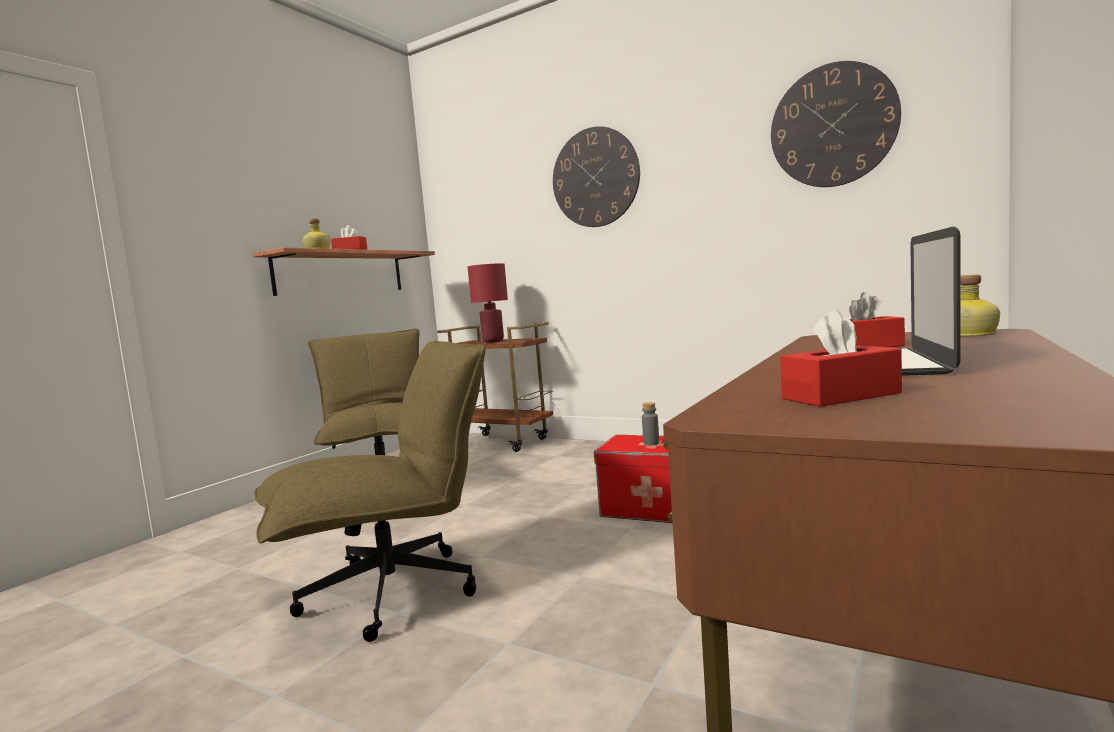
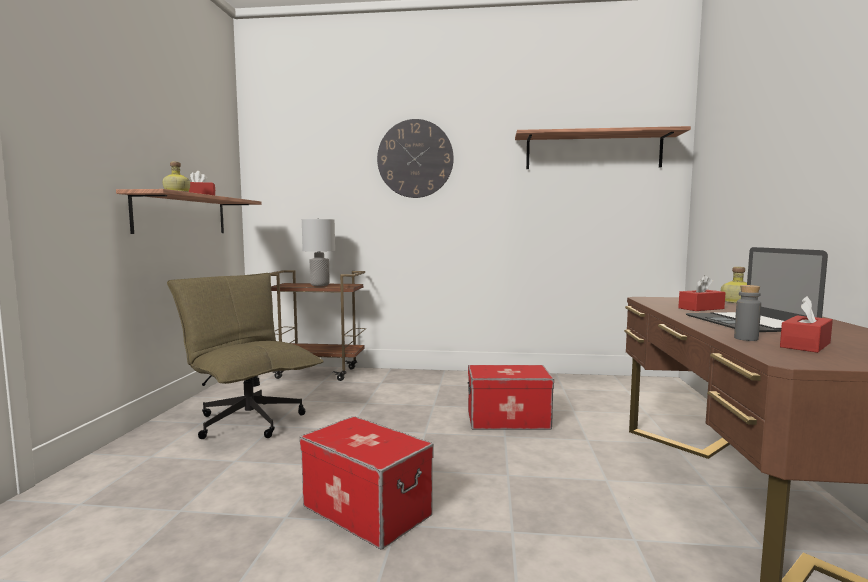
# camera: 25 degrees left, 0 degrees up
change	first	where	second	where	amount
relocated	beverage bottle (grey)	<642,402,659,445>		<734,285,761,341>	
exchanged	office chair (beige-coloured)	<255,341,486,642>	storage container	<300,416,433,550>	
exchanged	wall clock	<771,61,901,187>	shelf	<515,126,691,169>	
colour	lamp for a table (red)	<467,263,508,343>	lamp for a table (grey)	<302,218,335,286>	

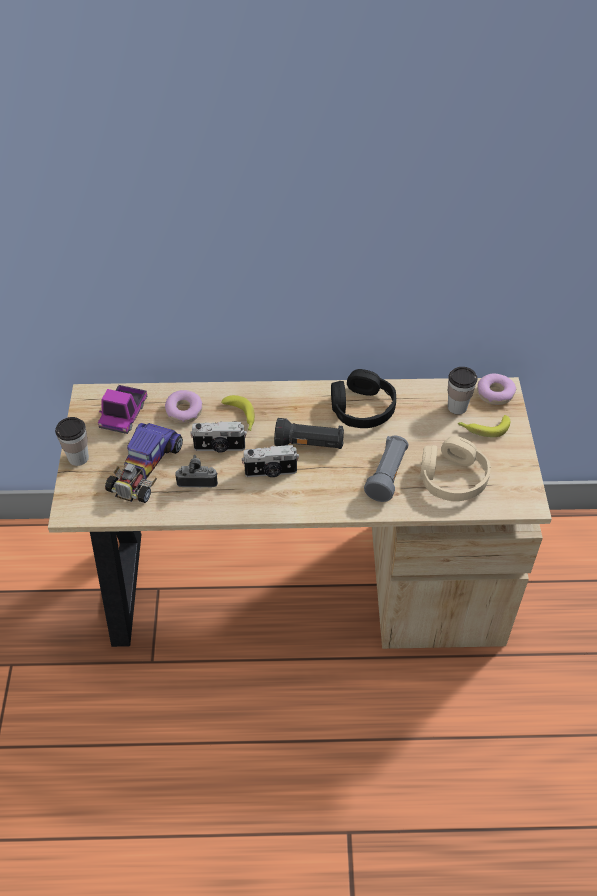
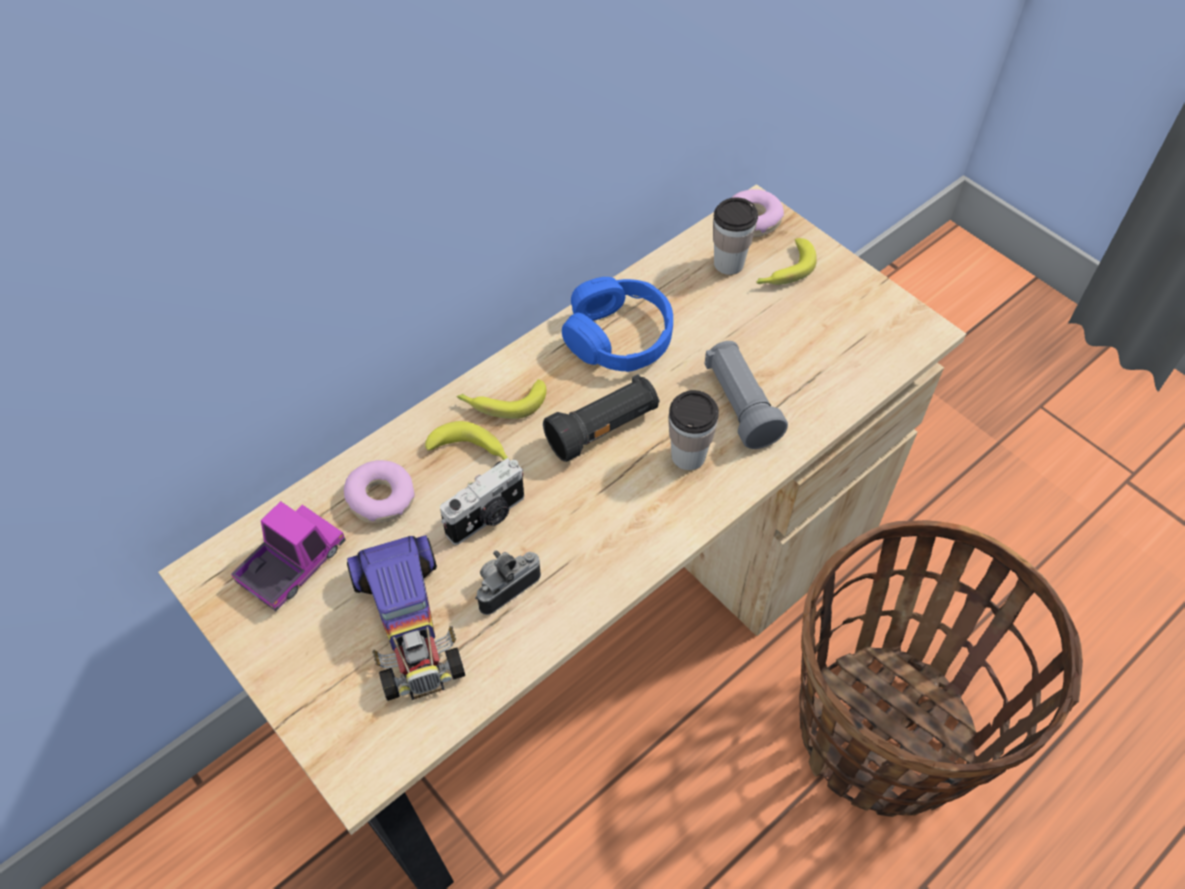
# camera: 40 degrees left, 5 degrees up
change	first	where	second	where	amount
missing	still camera	<242,445,299,477>			
missing	headphones (beige-coloured)	<420,436,491,501>			
appeared			whole banana	<456,379,546,419>	
appeared			basket	<799,520,1083,817>	
relocated	drinking cup	<55,417,89,466>		<668,390,719,470>	
colour	headphones (black)	<331,369,396,428>	headphones (blue)	<562,277,673,372>	
spun	toy lorry	<98,385,147,434>		<231,501,346,611>	120 degrees counterclockwise

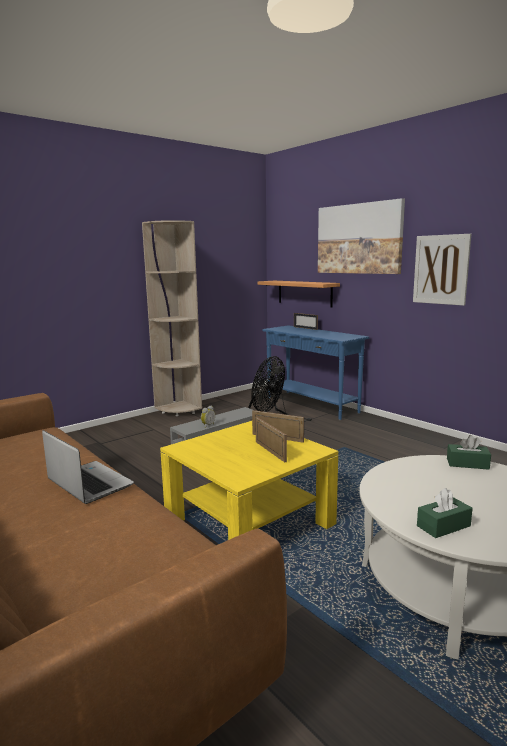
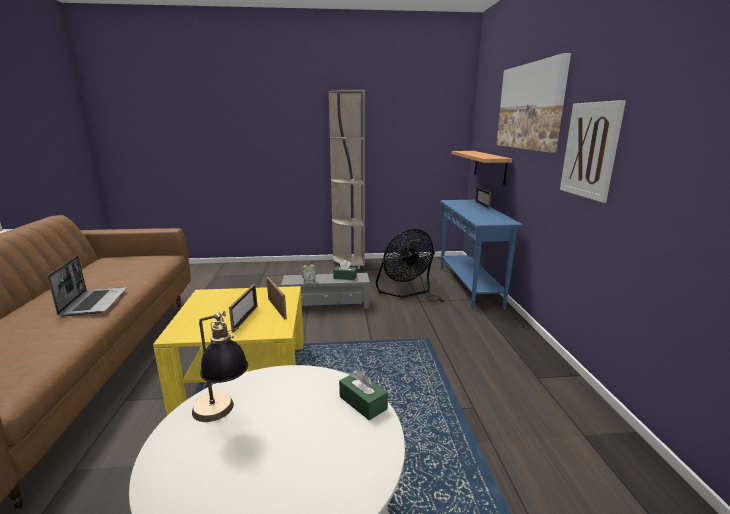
# camera: 35 degrees right, 5 degrees up
change	first	where	second	where	amount
appeared			lamp for a table	<192,311,248,422>	
relocated	tissue box (greenish)	<417,488,473,538>		<333,260,357,280>	

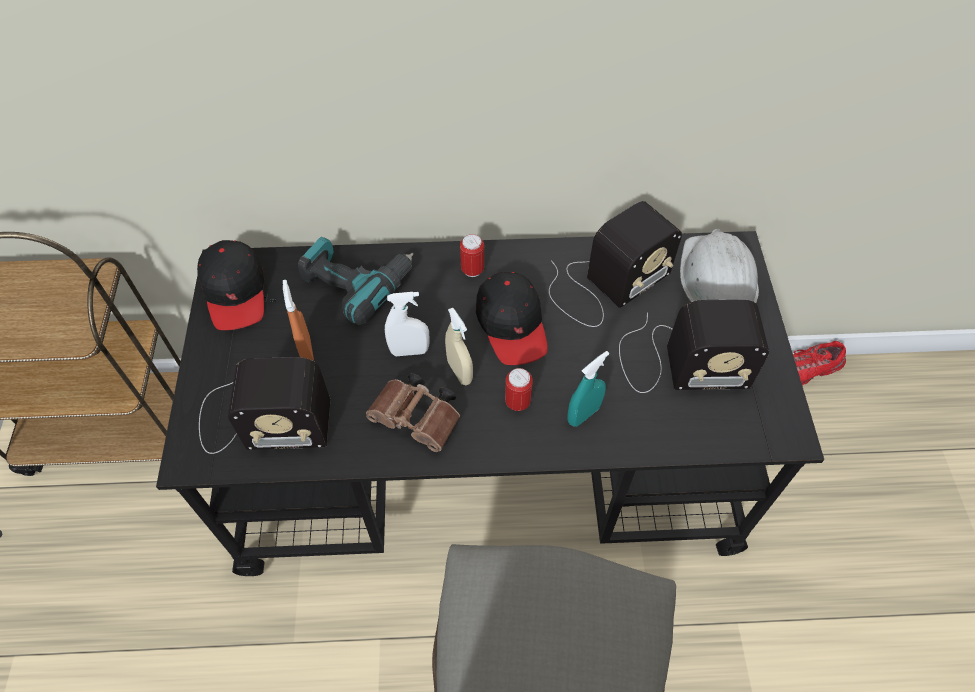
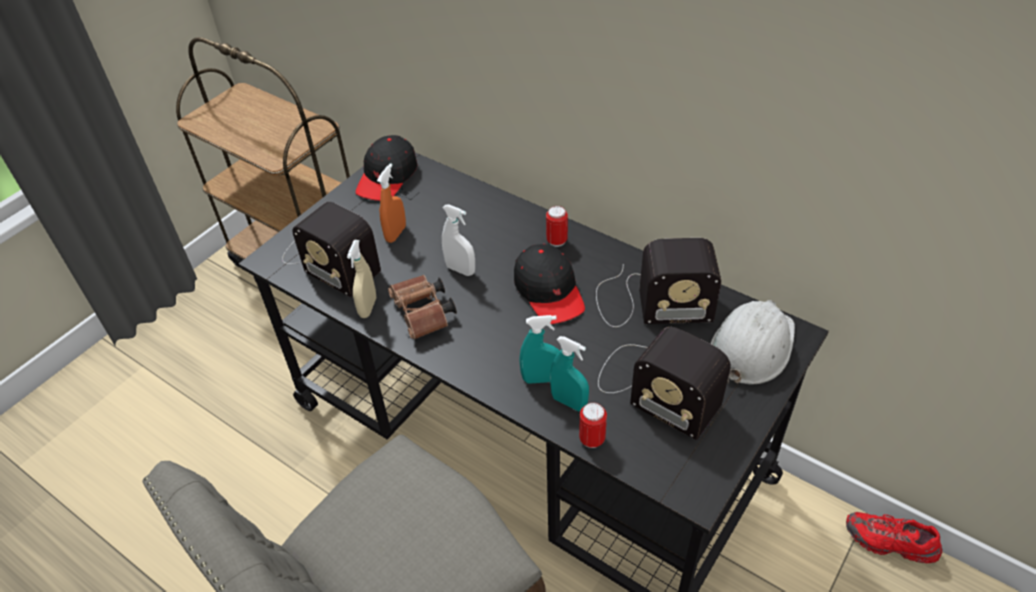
# camera: 40 degrees right, 10 degrees down
change	first	where	second	where	amount
missing	power drill	<298,237,414,325>			
appeared			hand sprayer (turquoise)	<550,336,589,411>	
relocated	hand sprayer (beige-coloured)	<445,308,473,385>		<347,240,376,318>	
relocated	metal can	<505,368,533,411>		<579,402,607,448>	
spun	baseball cap (black)	<476,272,548,365>		<514,244,585,324>	45 degrees counterclockwise

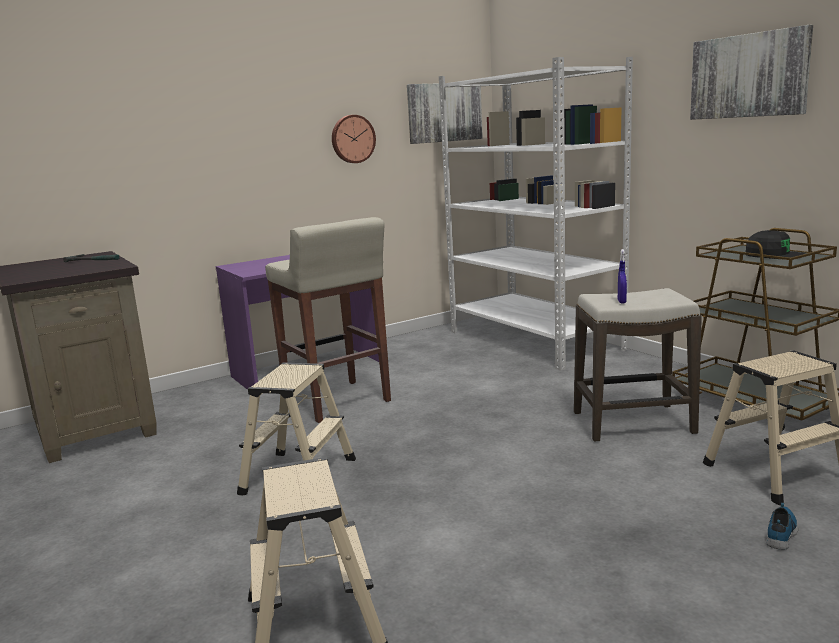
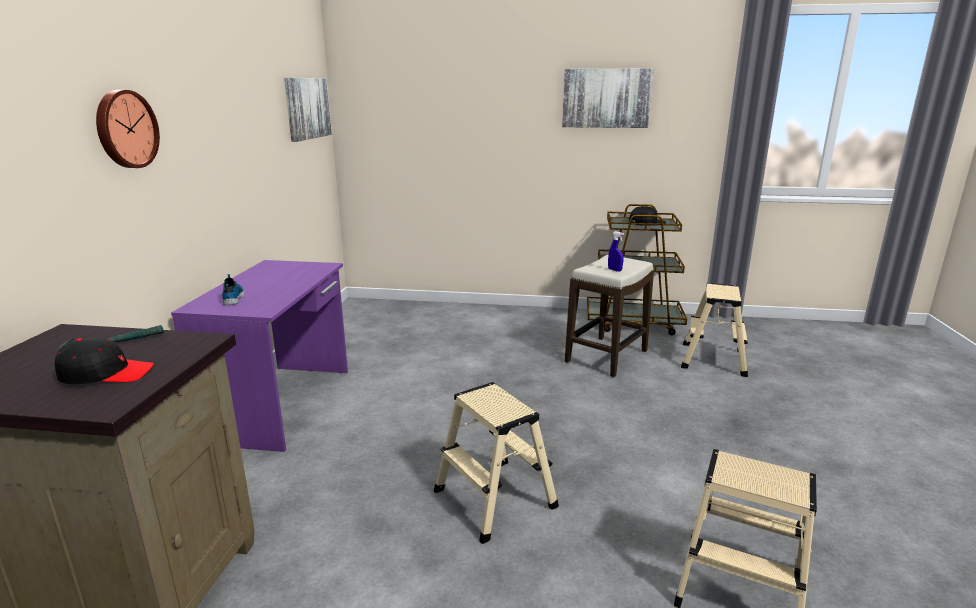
# camera: 50 degrees left, 5 degrees up
change	first	where	second	where	amount
missing	stool seat (beige-coloured)	<265,217,391,423>			
missing	shelving unit (whitish)	<439,57,633,371>			
appeared			baseball cap (black)	<55,338,154,384>	
relocated	wall clock	<332,115,376,163>		<96,90,160,168>	
relocated	shoe	<766,503,798,550>		<222,274,245,305>	

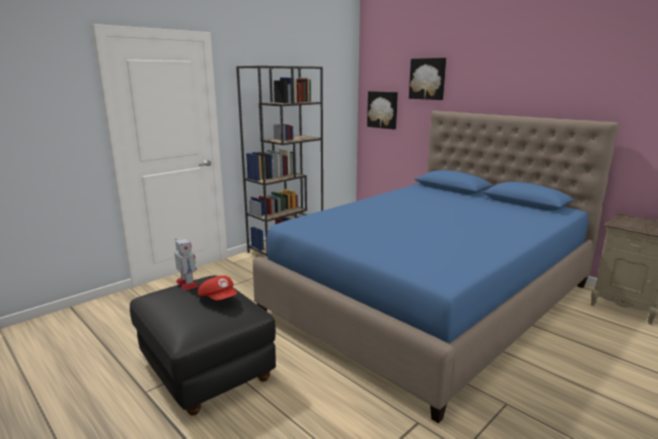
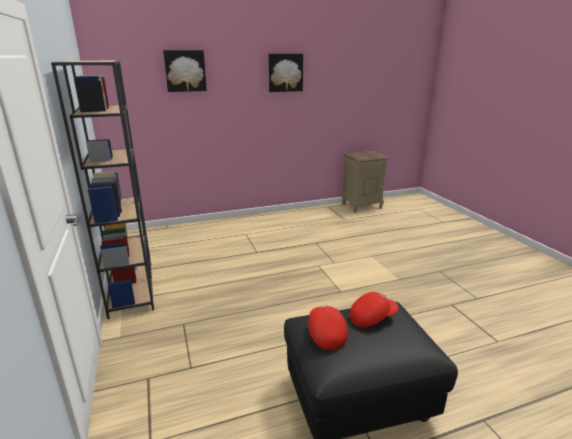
# camera: 65 degrees left, 5 degrees up
change	first	where	second	where	amount
missing	bed (blue)	<253,111,619,423>			
relocated	picture	<367,91,398,129>		<268,54,303,92>	
exchanged	toy robot	<175,239,199,291>	baseball cap (red)	<308,305,348,350>	

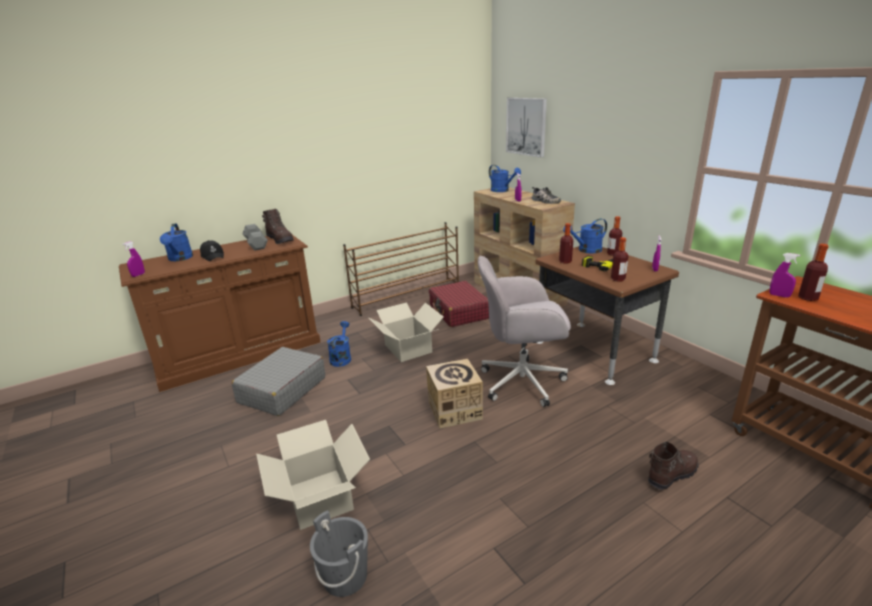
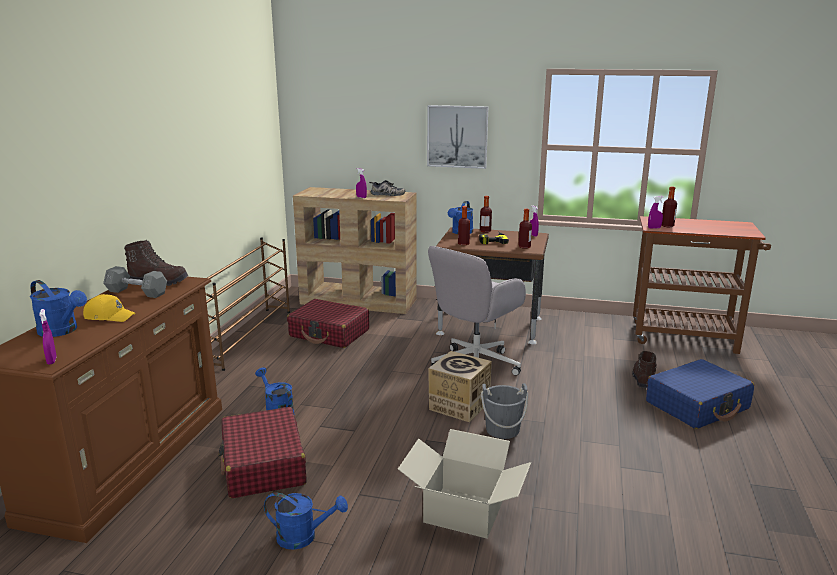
# camera: 45 degrees left, 5 degrees down
change	first	where	second	where	amount
missing	packing box	<369,303,443,362>			
appeared			piece of luggage (blue)	<646,359,754,429>	
relocated	water bucket (grey)	<310,510,368,597>		<481,383,528,439>	
relocated	watering pot (blue)	<489,165,521,192>		<264,492,348,550>	
relocated	picture	<506,98,547,157>		<427,105,488,169>	
colour	baseball cap (black)	<200,240,224,261>	baseball cap (yellow)	<83,294,136,322>	
colour	piece of luggage (grey)	<232,347,325,416>	piece of luggage (red)	<219,407,307,498>	

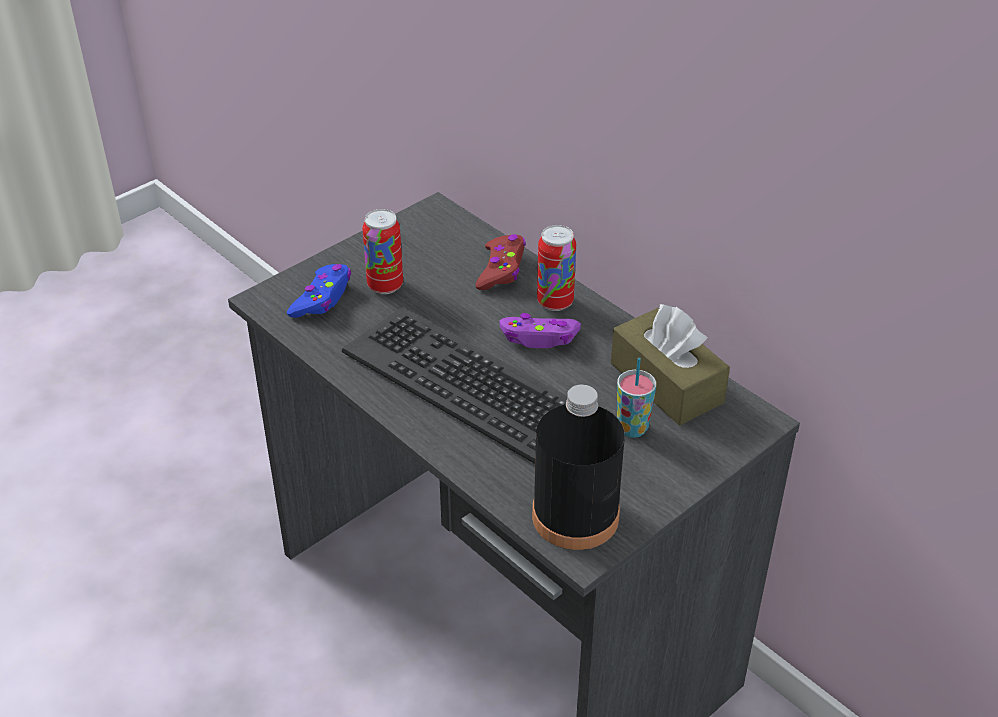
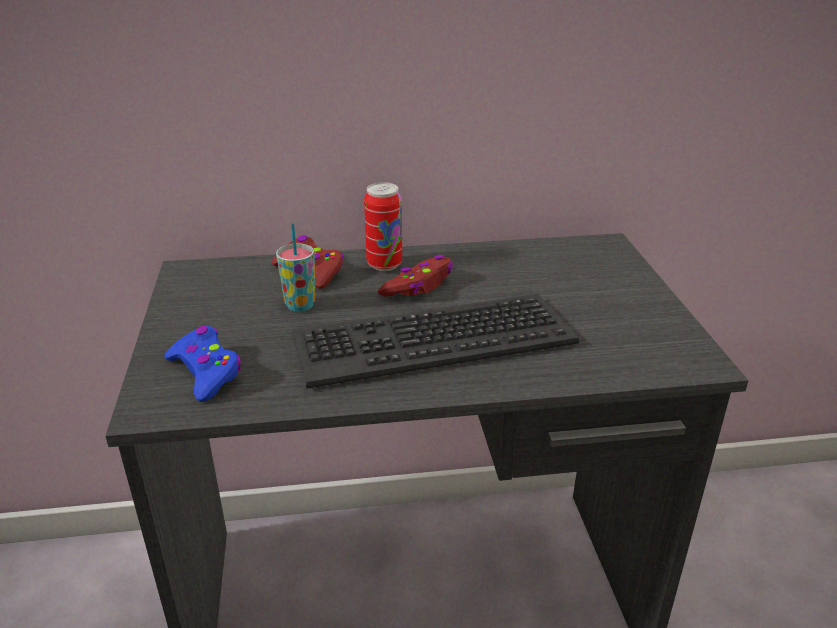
# camera: 55 degrees left, 10 degrees down
change	first	where	second	where	amount
missing	metal can	<362,209,403,294>			
missing	beverage bottle (black)	<532,384,625,550>			
missing	tissue box (brown-coloured)	<611,304,730,425>			
relocated	drinking cup	<617,358,656,438>		<276,223,315,312>	
colour	gamepad (purple-coloured)	<500,313,581,348>	gamepad (red)	<378,255,453,297>	

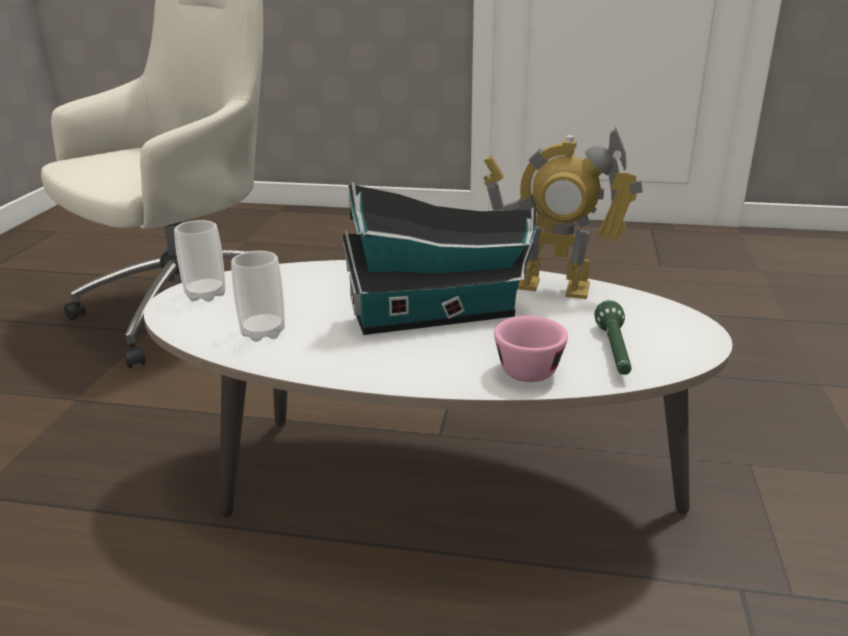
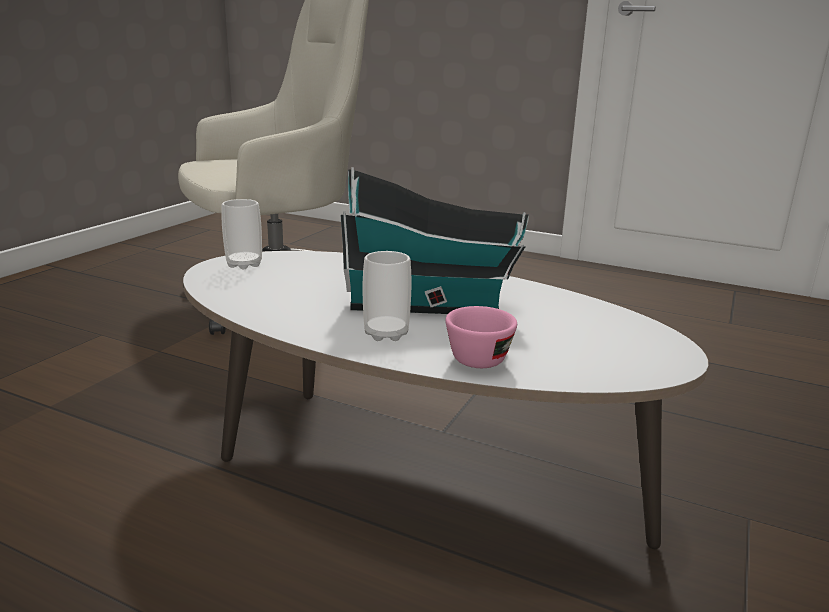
# camera: 15 degrees right, 5 degrees down
change	first	where	second	where	amount
missing	toy robot	<483,126,643,299>			
missing	flashlight (greenish)	<594,300,632,375>			
relocated	drinking cup	<231,251,285,342>		<363,251,412,341>	

